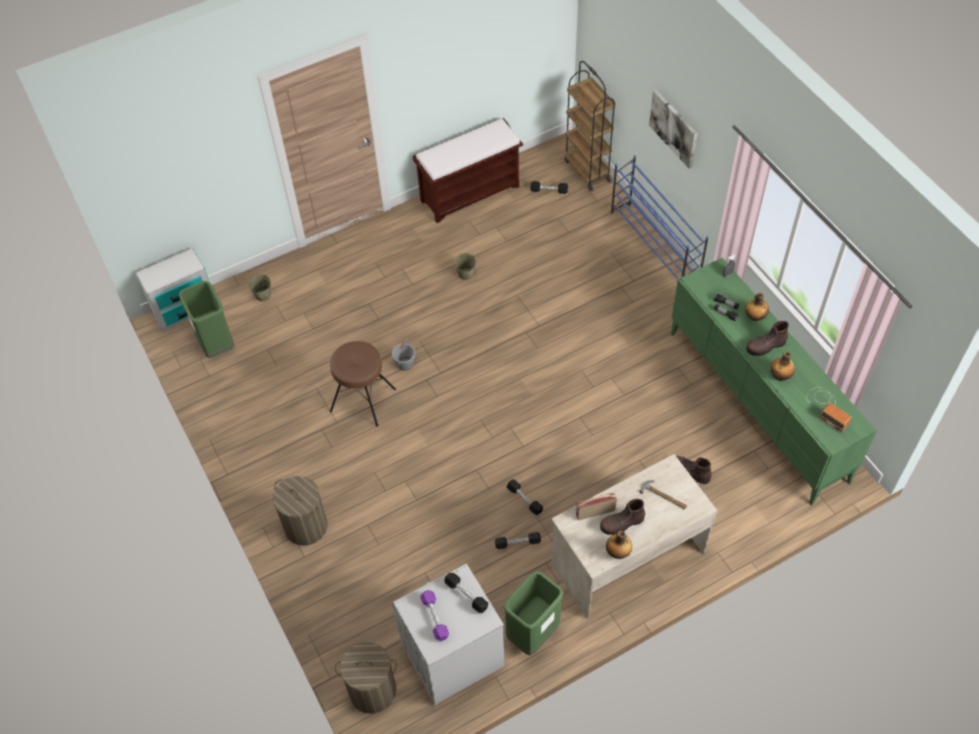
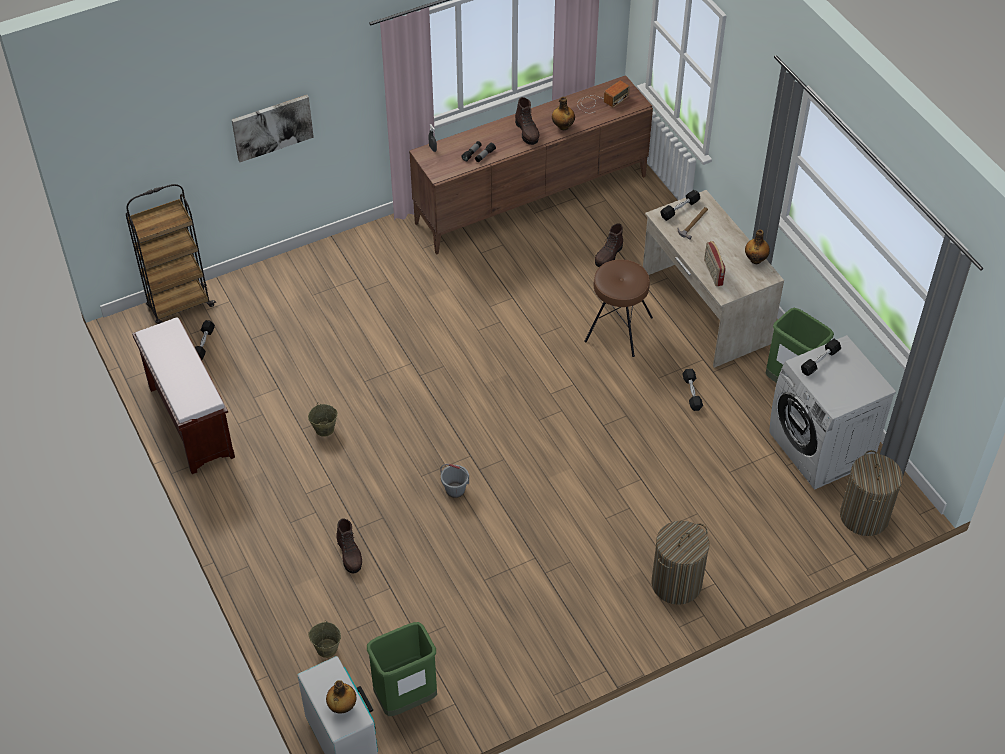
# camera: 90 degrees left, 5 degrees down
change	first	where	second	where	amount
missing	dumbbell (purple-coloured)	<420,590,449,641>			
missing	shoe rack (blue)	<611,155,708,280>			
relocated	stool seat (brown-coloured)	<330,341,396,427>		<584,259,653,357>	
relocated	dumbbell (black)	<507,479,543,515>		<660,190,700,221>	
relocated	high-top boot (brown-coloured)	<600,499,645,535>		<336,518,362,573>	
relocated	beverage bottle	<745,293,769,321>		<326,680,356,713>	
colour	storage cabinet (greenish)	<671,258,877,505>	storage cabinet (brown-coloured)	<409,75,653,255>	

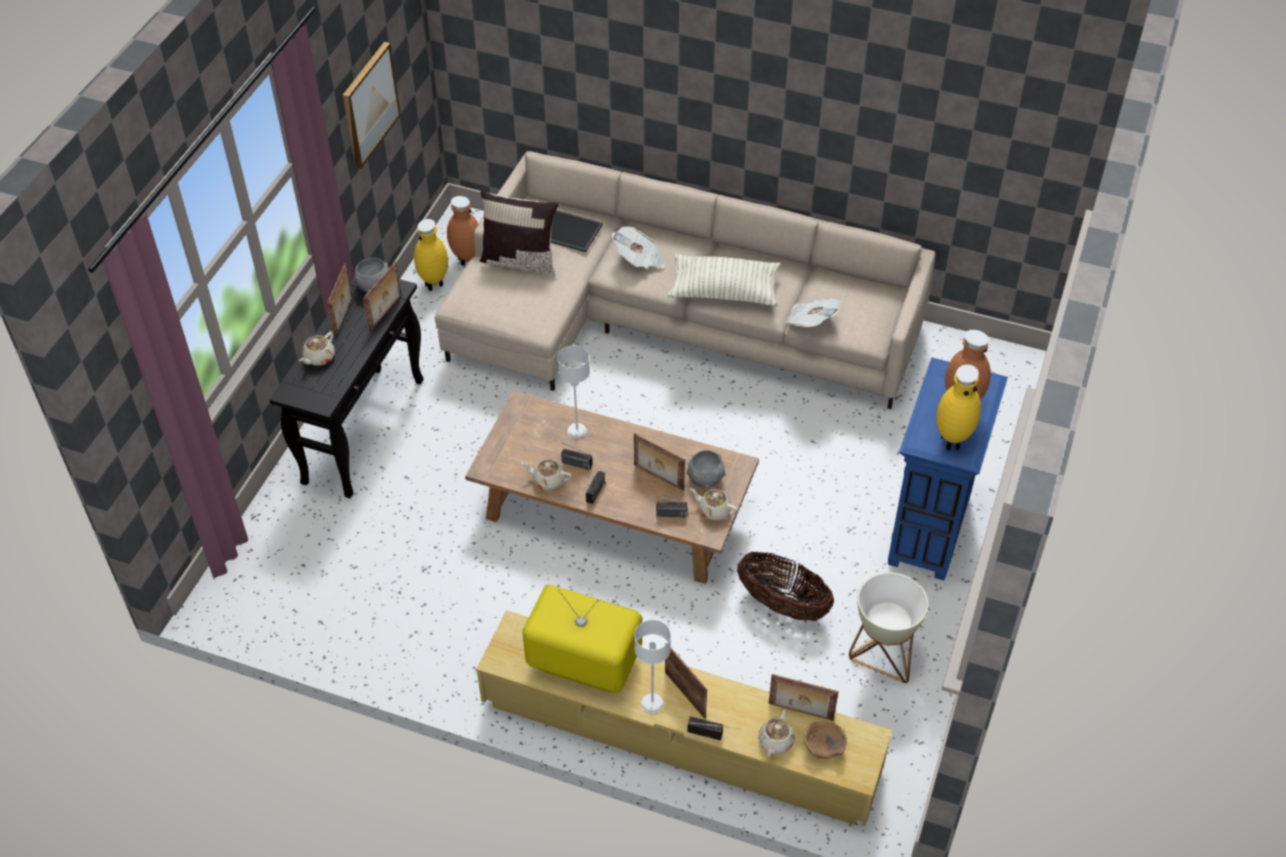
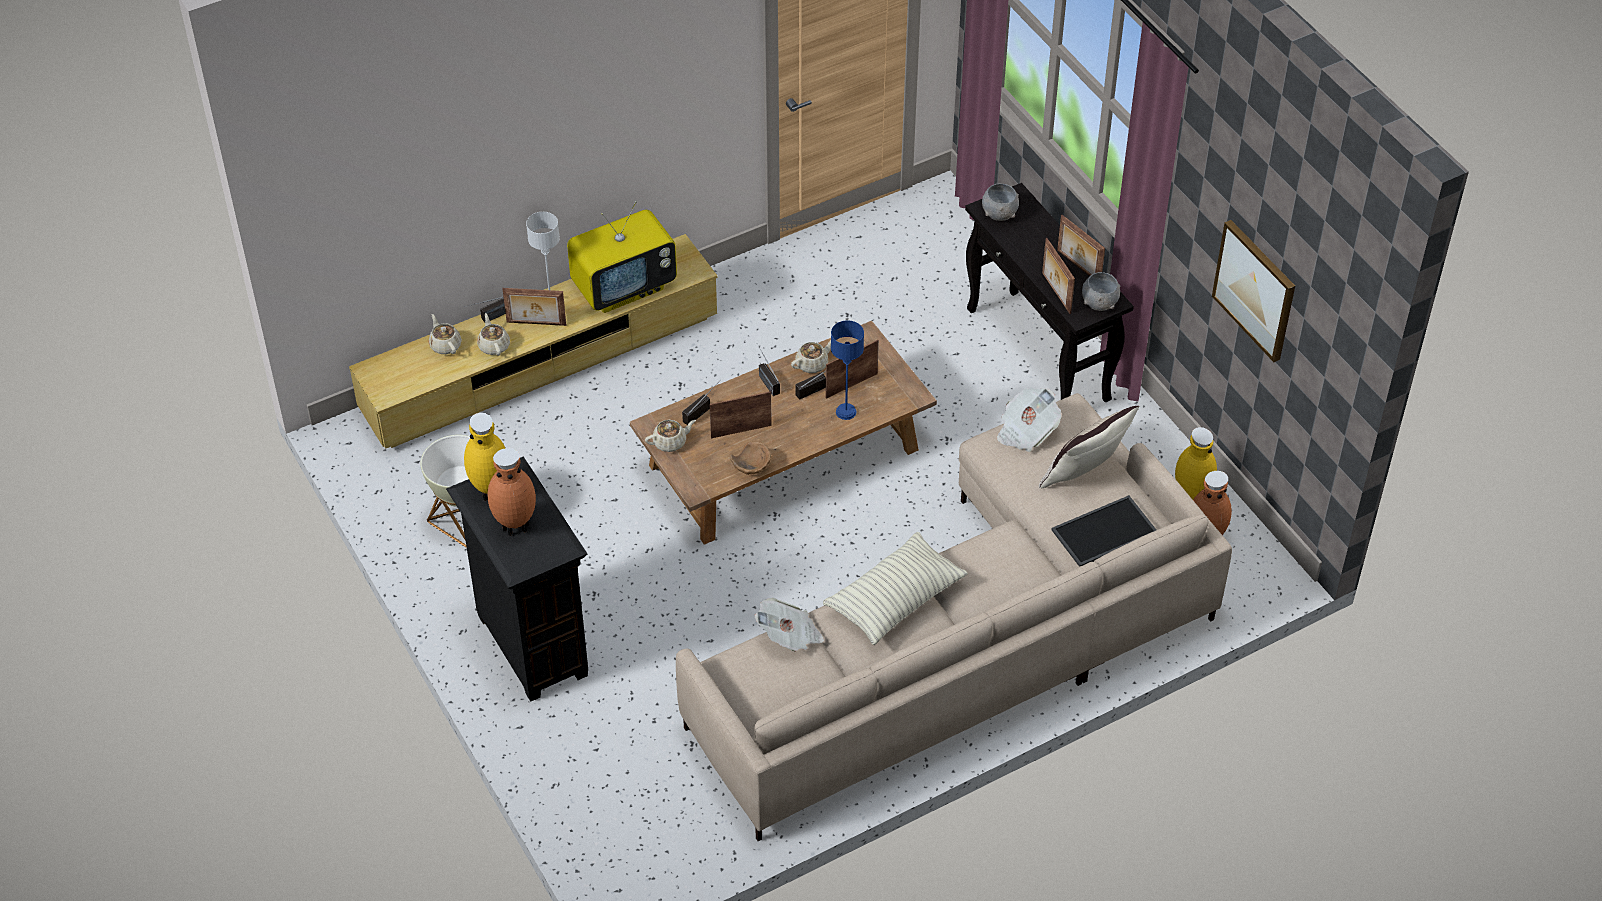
# camera: 130 degrees right, 0 degrees up
change	first	where	second	where	amount
missing	basket	<737,552,834,621>			
relocated	pot for tea (beige-coloured)	<299,331,335,366>		<477,313,510,356>	
relocated	printed paper	<612,227,665,269>		<997,387,1061,452>	
relocated	bowl (grey)	<686,450,726,489>		<982,183,1019,221>	
relocated	standing frame	<768,674,839,721>		<826,340,879,399>	
relocated	bowl (brown-coloured)	<804,721,847,759>		<730,442,771,475>	
colour	lamp for a table (grey)	<558,345,590,439>	lamp for a table (blue)	<831,320,864,420>	
colour	storage cabinet (blue)	<888,357,1008,581>	storage cabinet (black)	<446,456,588,702>	

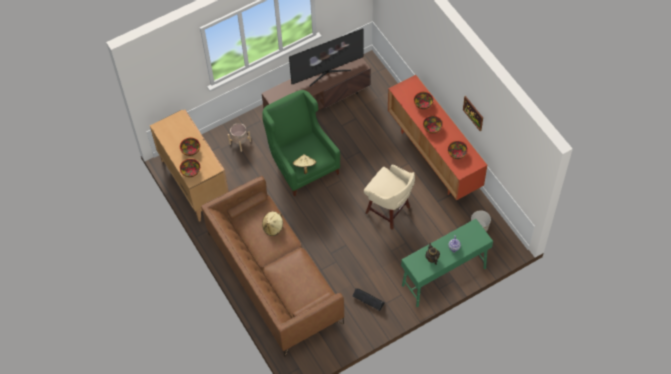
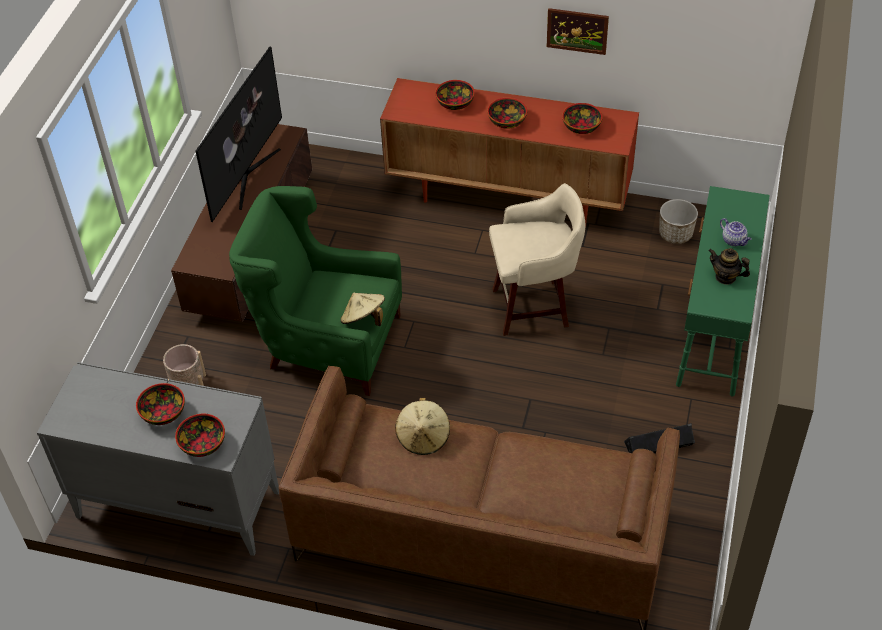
# camera: 45 degrees left, 10 degrees down
change	first	where	second	where	amount
colour	storage cabinet (brown-coloured)	<150,109,229,222>	storage cabinet (grey)	<37,362,279,556>	

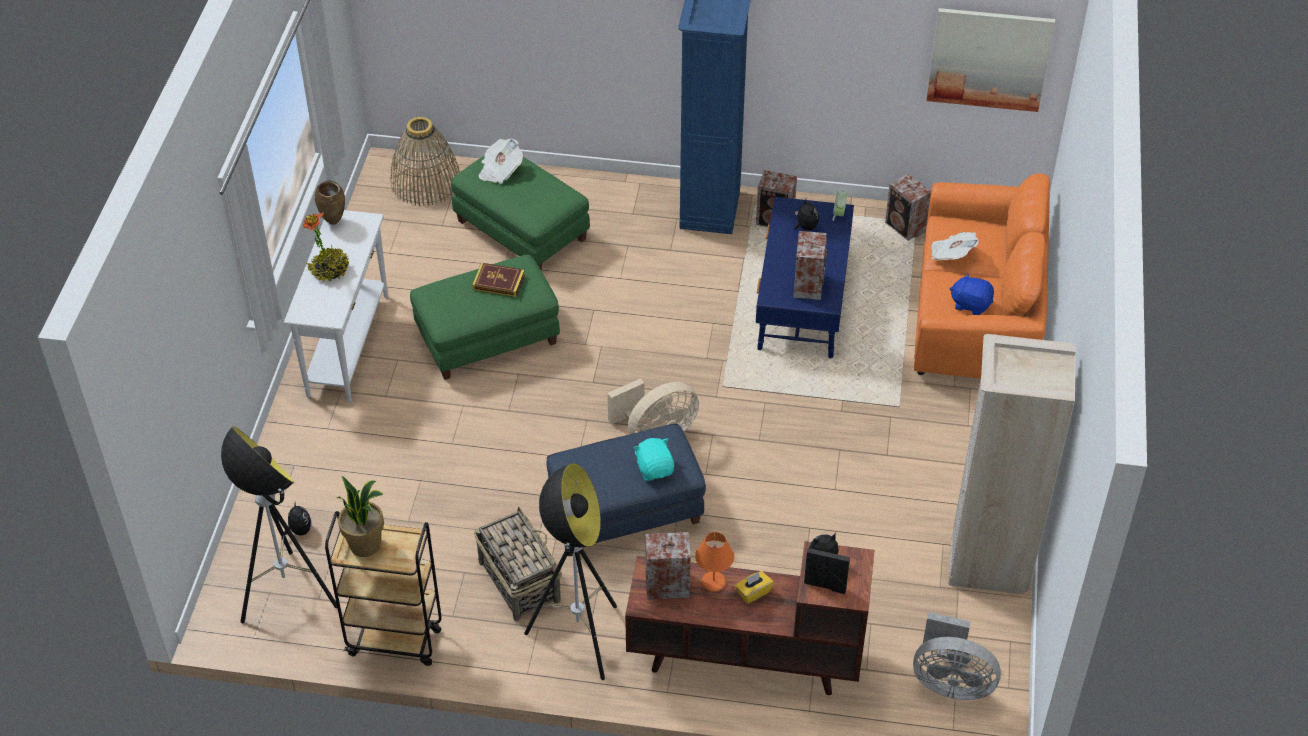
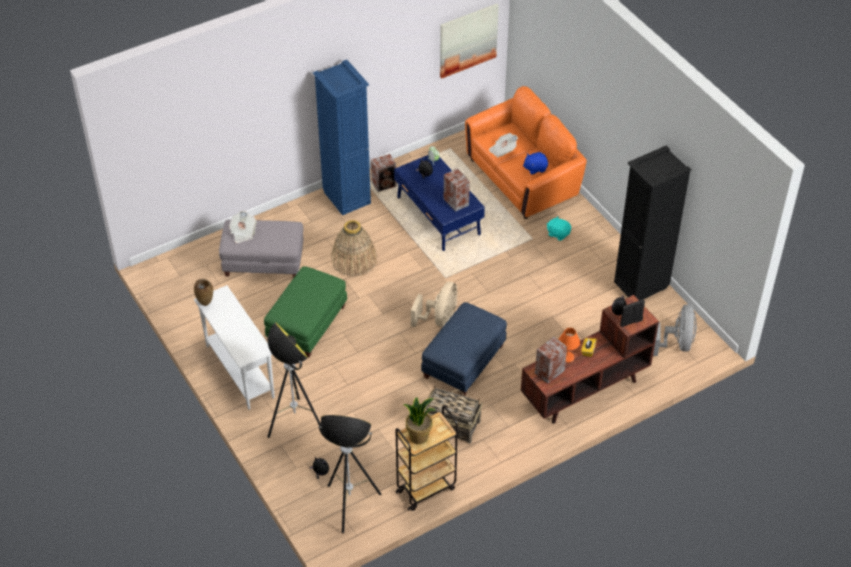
# camera: 40 degrees left, 0 degrees up
change	first	where	second	where	amount
missing	potted plant	<303,212,349,282>			
missing	book	<472,263,525,297>			
missing	speaker	<885,174,931,241>			
relocated	basket	<391,117,460,206>		<331,220,377,277>	
relocated	standing lamp	<524,463,617,680>		<268,322,323,438>	
relocated	plush toy (turquoise)	<633,438,674,481>		<547,216,571,241>	
colour	ottoman (greenish)	<451,155,590,271>	ottoman (grey)	<219,219,303,278>	
colour	storage cabinet (beige-coloured)	<948,334,1076,594>	storage cabinet (black)	<614,146,692,301>	
spun	electric fan (grey)	<913,612,1001,700>		<653,304,697,356>	60 degrees counterclockwise

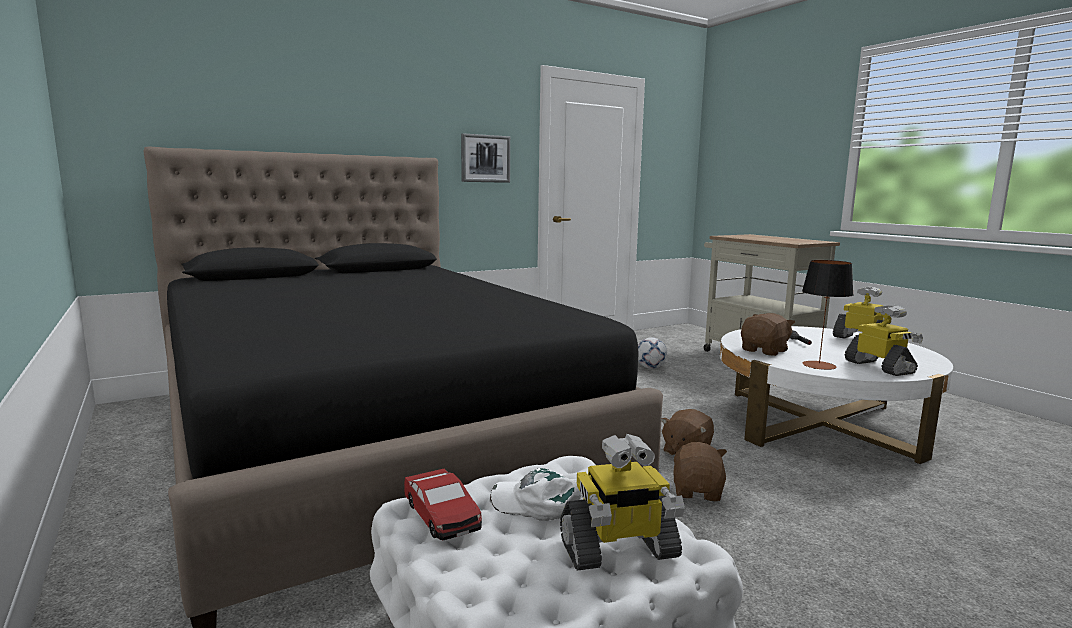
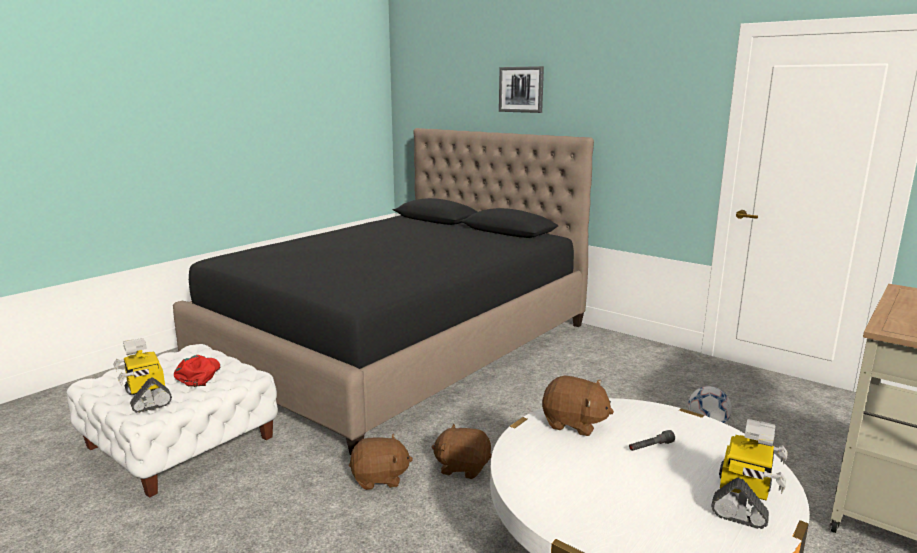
# camera: 70 degrees right, 5 degrees up
change	first	where	second	where	amount
missing	toy car	<404,469,482,540>			
missing	lamp for a table	<802,260,854,370>			
missing	toy robot	<845,305,923,376>			
relocated	picture	<461,133,510,183>		<499,66,544,113>	
colour	baseball cap (whitish)	<489,468,584,521>	baseball cap (red)	<174,355,220,387>	

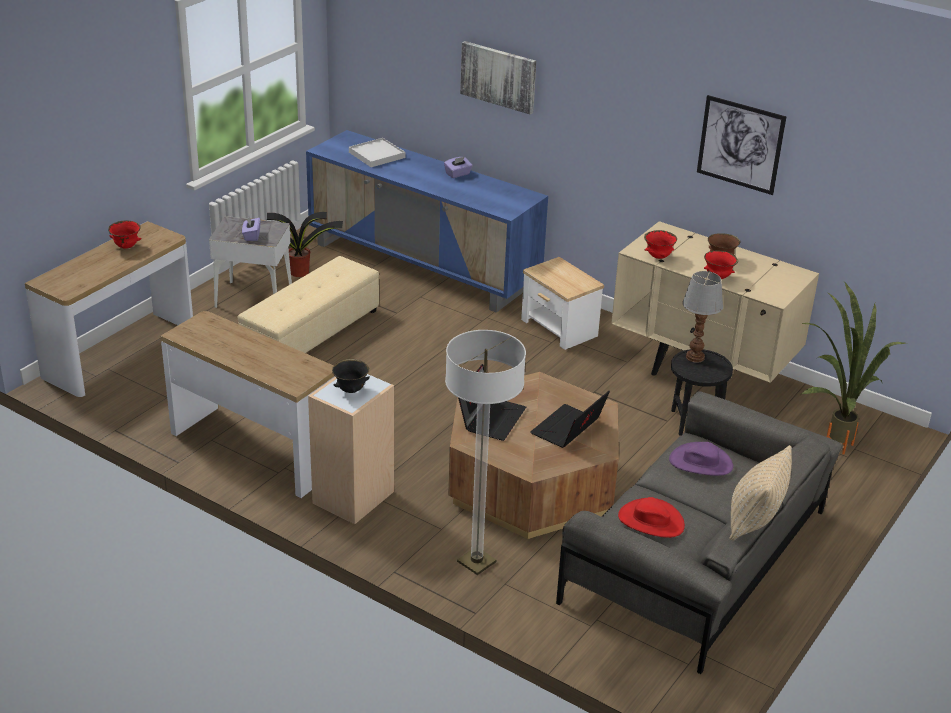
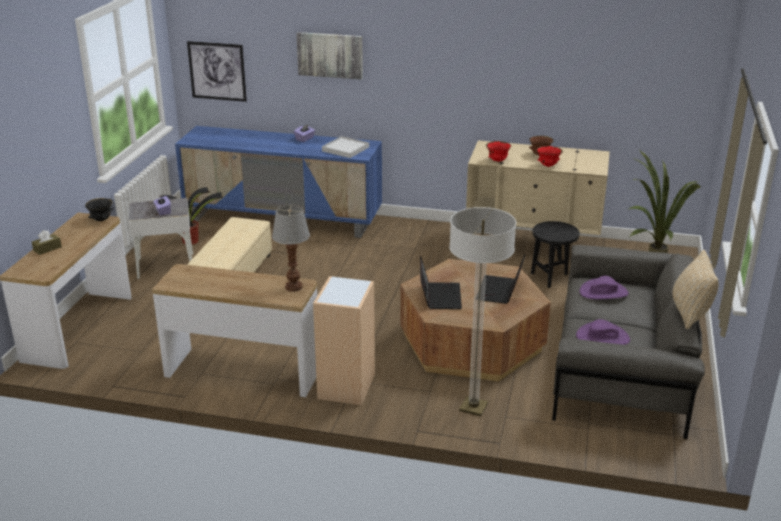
# camera: 20 degrees left, 5 degrees down
change	first	where	second	where	amount
missing	bowl (red)	<108,221,142,249>			
missing	accent table	<521,257,604,350>			
appeared			tissue box (brown-coloured)	<32,230,62,255>	
relocated	bowl (black)	<332,359,370,393>		<85,198,113,221>	
relocated	tray (whitish)	<349,138,405,167>		<322,136,369,158>	
relocated	lamp for a table	<682,271,723,363>		<272,204,310,292>	
relocated	picture	<697,95,786,195>		<187,41,247,102>	
colour	wearable hat (red)	<618,497,685,538>	wearable hat (purple-coloured)	<576,319,630,345>	

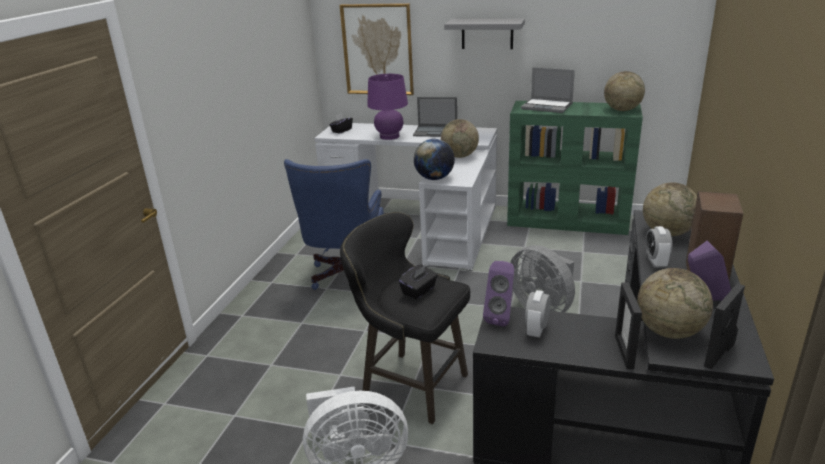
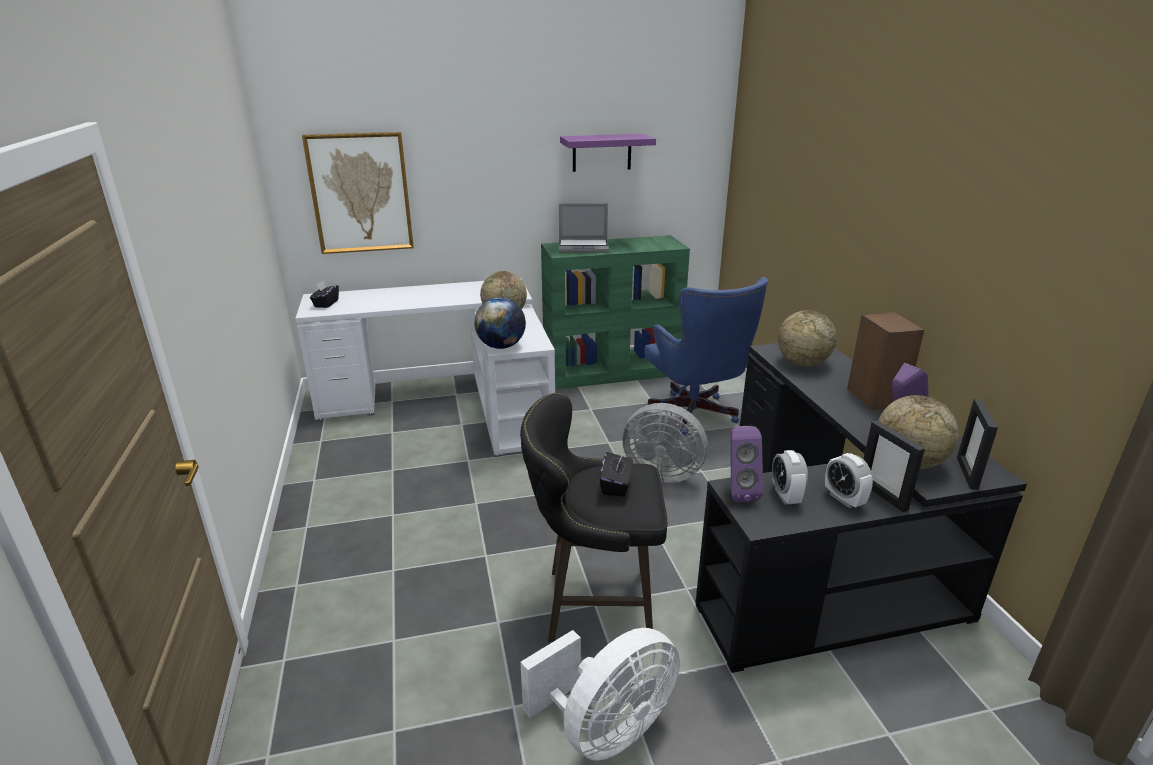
# camera: 30 degrees left, 0 degrees up
change	first	where	second	where	amount
missing	lamp for a table (purple-coloured)	<367,74,408,140>			
missing	notebook computer	<413,97,457,137>			
missing	shelf (grey)	<444,18,525,49>			
missing	globe	<604,71,645,111>			
appeared			shelf (purple-coloured)	<560,134,656,172>	
relocated	office chair (blue)	<284,159,384,290>		<644,277,768,435>	
relocated	bedside clock	<646,226,672,268>		<825,453,873,508>	

